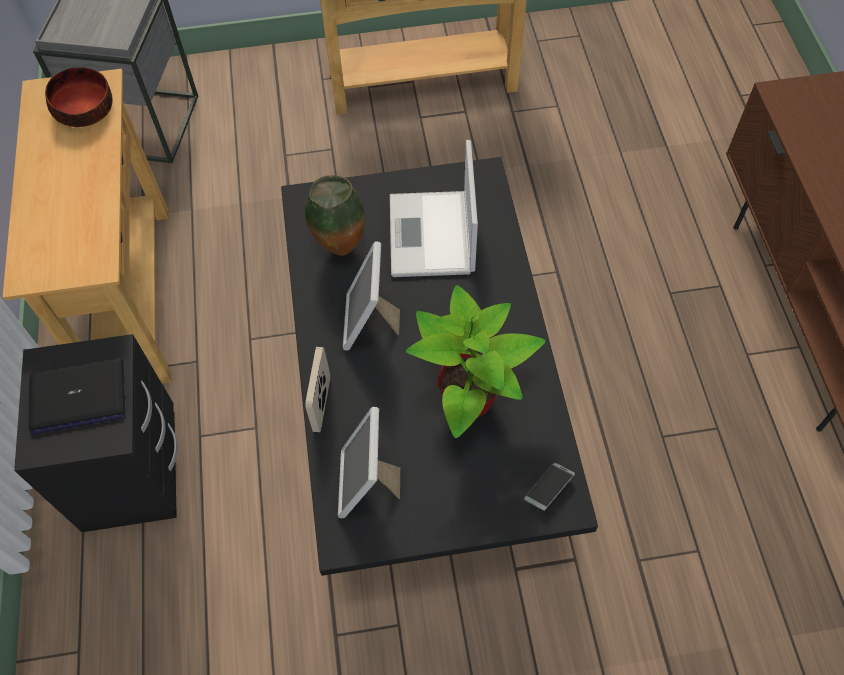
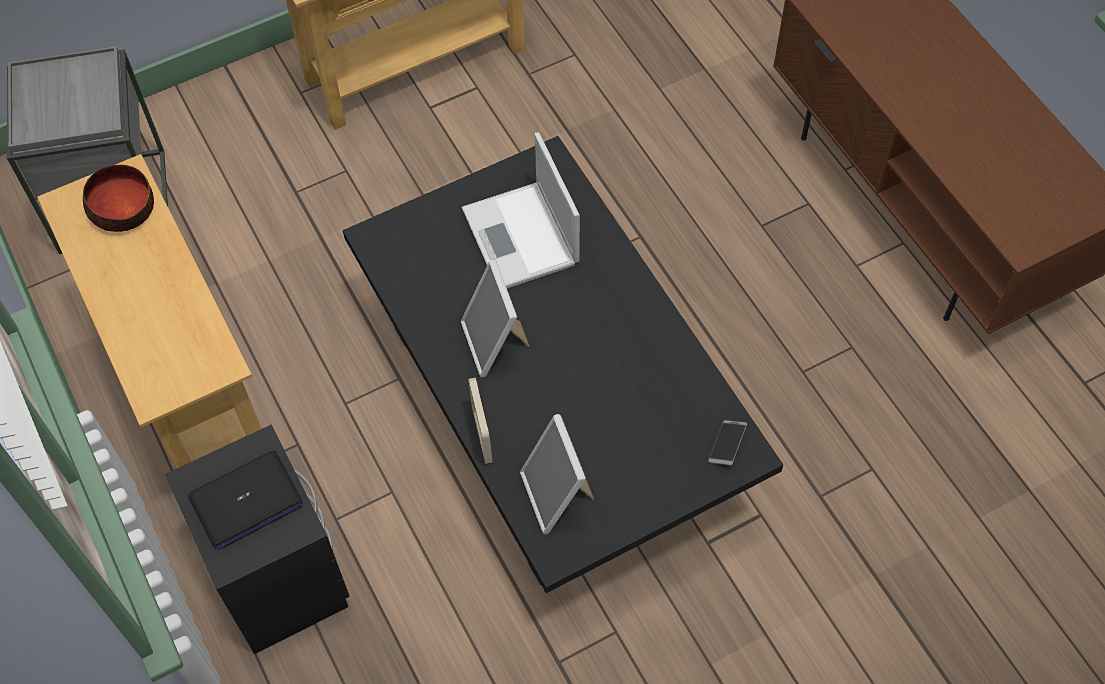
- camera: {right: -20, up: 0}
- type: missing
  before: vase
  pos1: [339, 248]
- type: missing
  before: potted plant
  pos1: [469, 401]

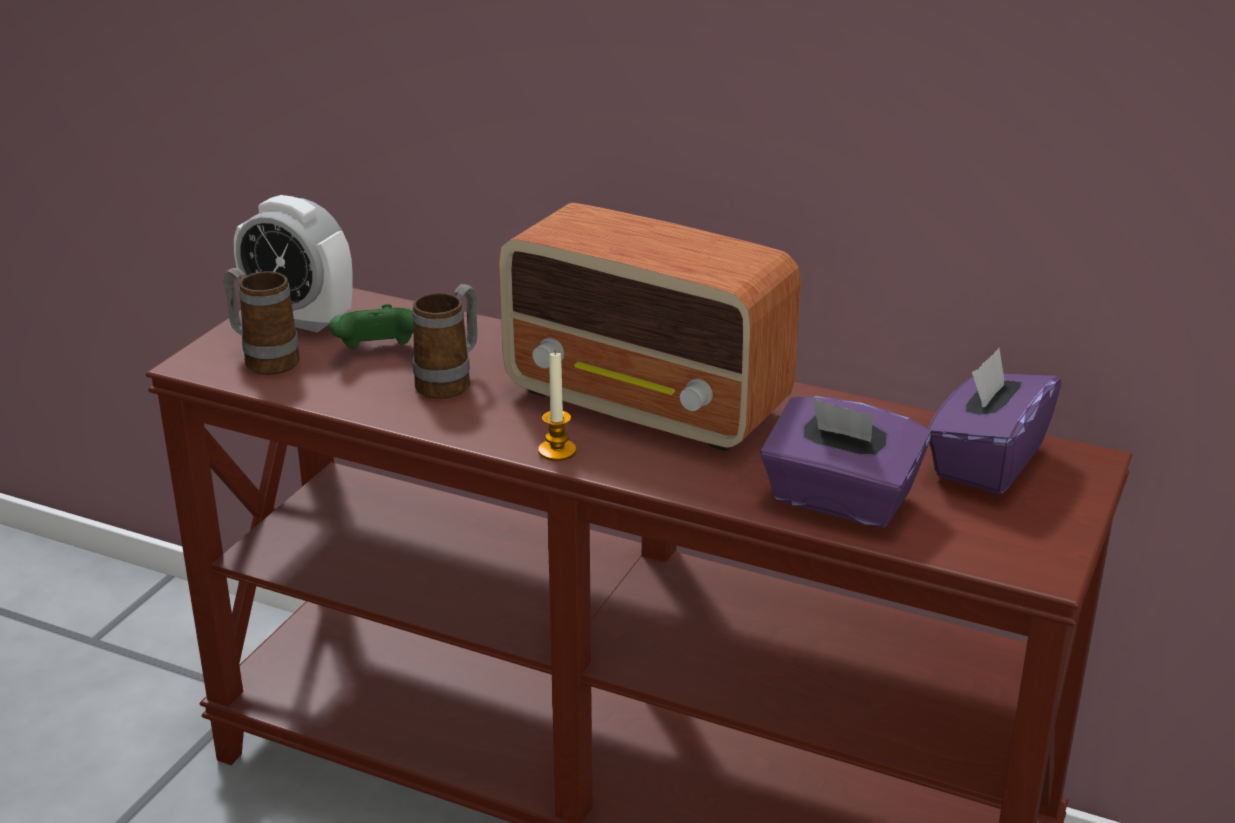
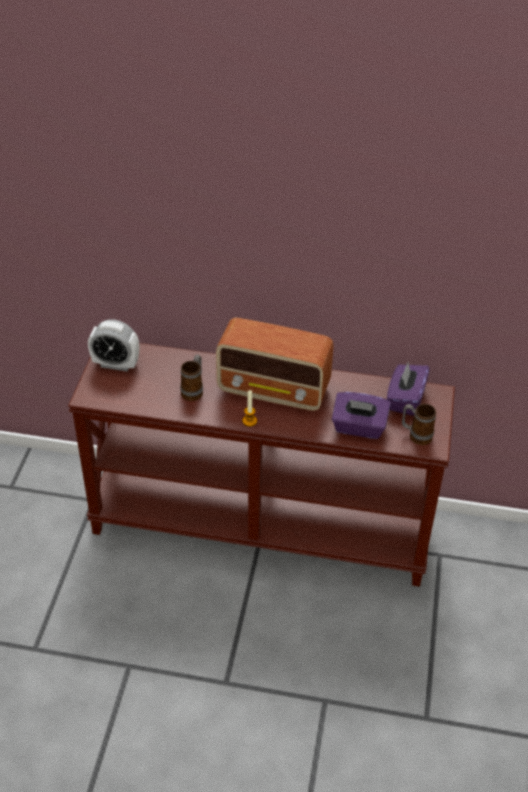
- camera: {right: -15, up: 15}
- type: relocated
  before: mug
  pos1: [264, 359]
  pos2: [416, 436]
- type: missing
  before: game controller in green
  pos1: [379, 352]

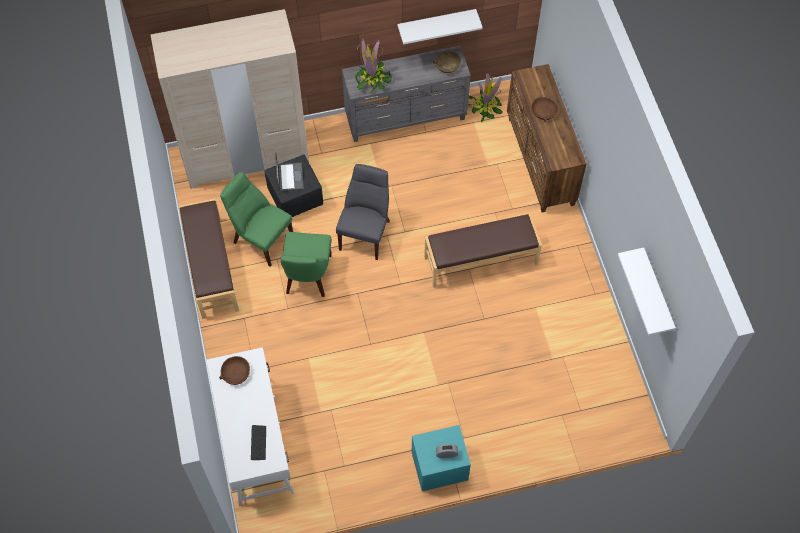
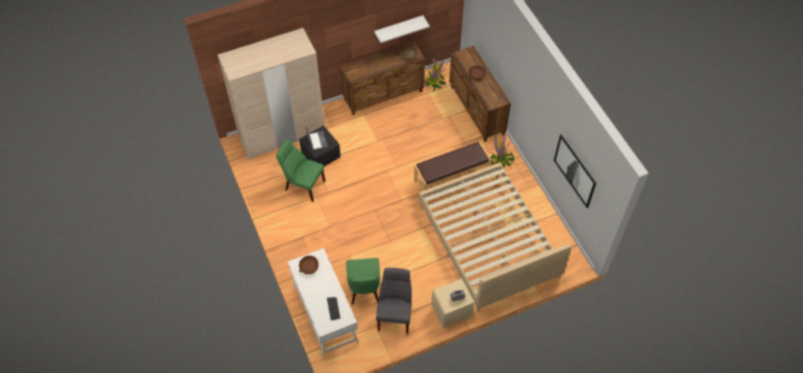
- camera: {right: -10, up: -5}
- type: relocated
  before: potted plant
  pos1: [372, 79]
  pos2: [500, 159]
- type: colour
  before: dresser in grey
  after: dresser in brown
  pos1: [406, 118]
  pos2: [384, 96]
- type: relocated
  before: chair in grey
  pos1: [366, 233]
  pos2: [395, 314]
- type: missing
  before: bench in brown
  pos1: [211, 268]
- type: relocated
  before: chair in green
  pos1: [307, 277]
  pos2: [364, 290]
- type: exchanged
  before: shelf in white
  after: picture
  pos1: [657, 292]
  pos2: [575, 170]
- type: colour
  before: nightstand in turquoise
  after: nightstand in beige
  pos1: [439, 467]
  pos2: [451, 311]
- type: appeared
  after: bed in beige
  pos2: [487, 241]

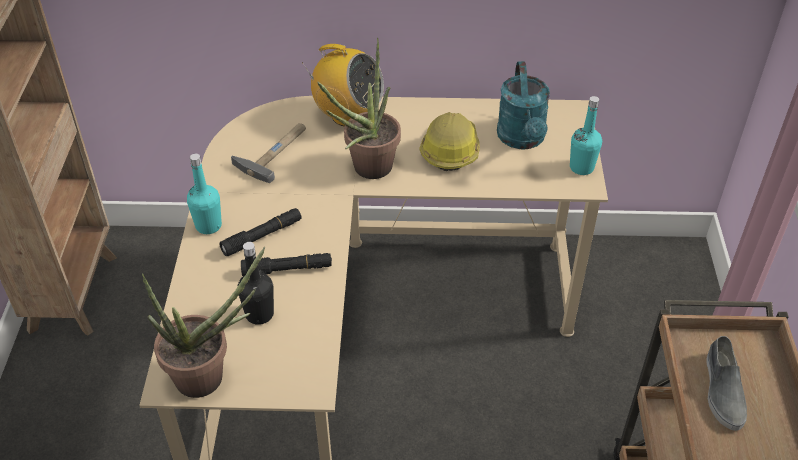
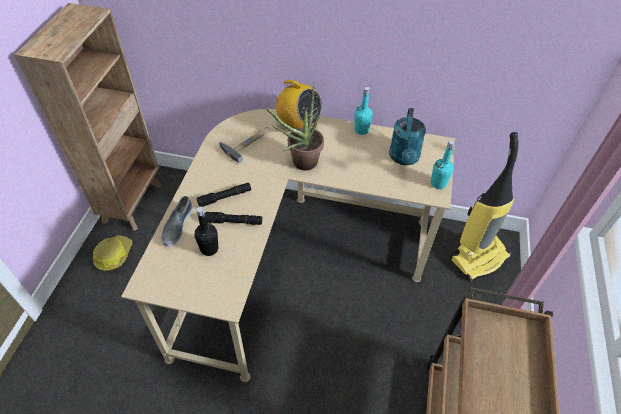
- camera: {right: 10, up: 5}
- type: relocated
  before: hard hat
  pos1: [450, 149]
  pos2: [113, 256]
- type: relocated
  before: bottle in turquoise
  pos1: [208, 226]
  pos2: [361, 130]
- type: missing
  before: potted plant
  pos1: [210, 377]
- type: relocated
  before: shoe in grey
  pos1: [722, 390]
  pos2: [177, 225]
- type: appeared
  after: vacuum cleaner
  pos2: [478, 257]

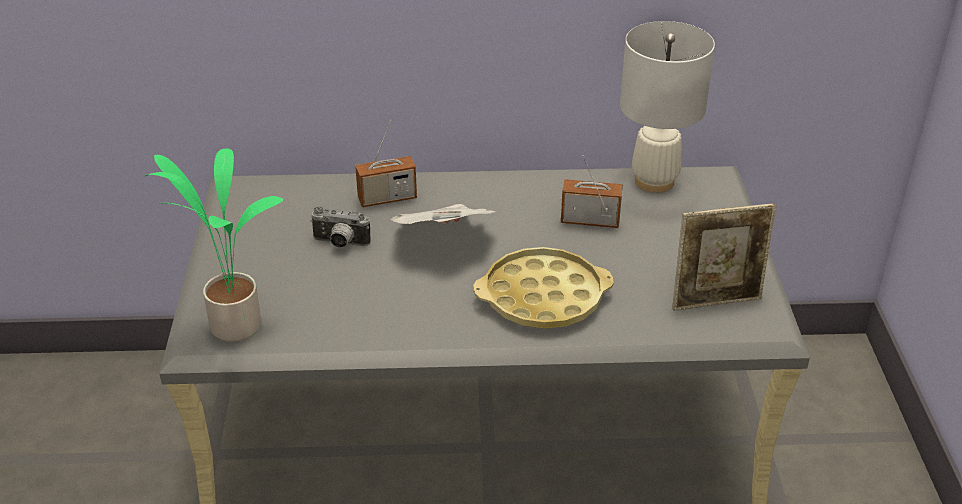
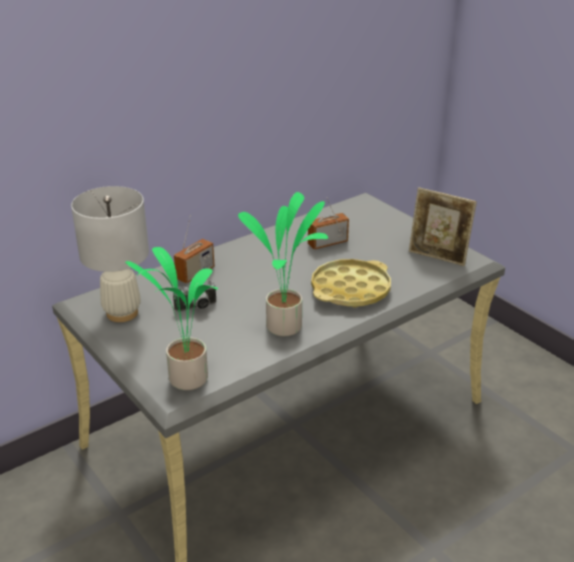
- camera: {right: -35, up: -5}
- type: relocated
  before: table lamp in white
  pos1: [654, 181]
  pos2: [122, 313]
- type: spun
  before: picture frame
  pos1: [716, 301]
  pos2: [438, 257]
  turn: 75
- type: missing
  before: newspaper
  pos1: [444, 237]
- type: appeared
  after: potted plant
  pos2: [286, 326]

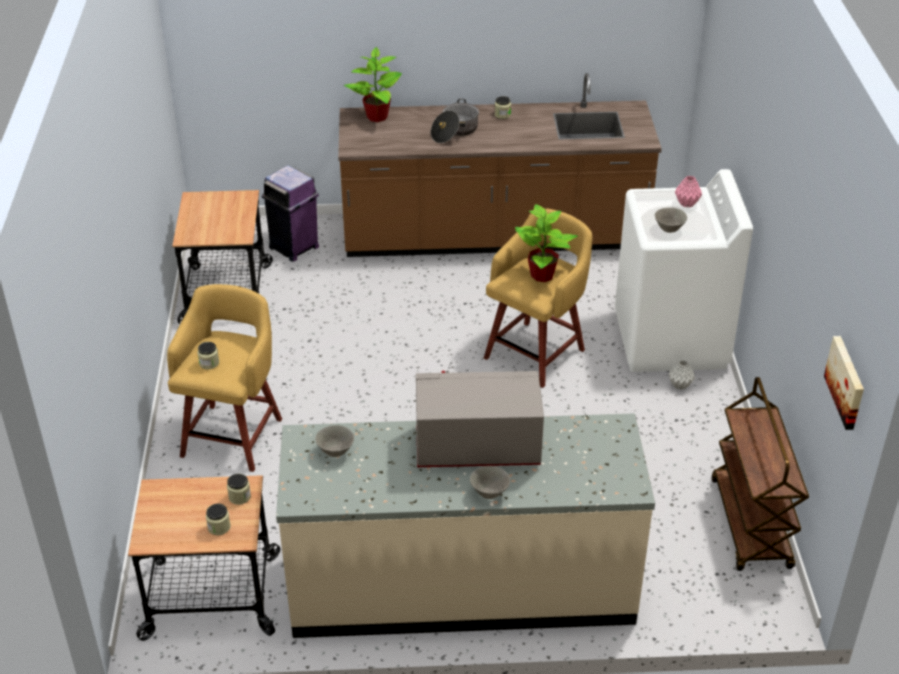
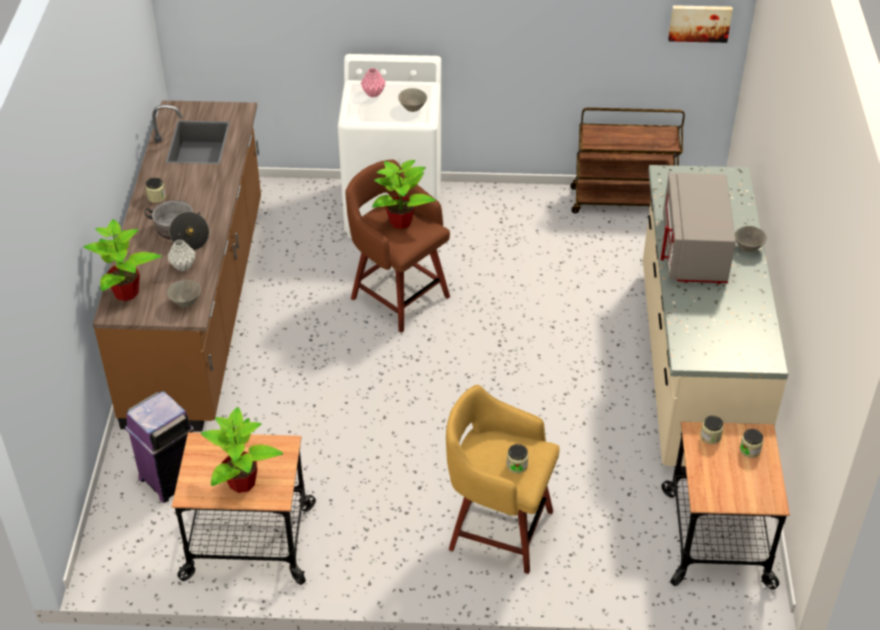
- camera: {right: -85, up: 5}
- type: colour
  before: stool in yellow
  after: stool in brown
  pos1: [537, 352]
  pos2: [398, 295]
- type: relocated
  before: vase in grey
  pos1: [680, 385]
  pos2: [183, 266]
- type: relocated
  before: bowl in grey
  pos1: [336, 452]
  pos2: [185, 303]
- type: appeared
  after: potted plant
  pos2: [242, 483]

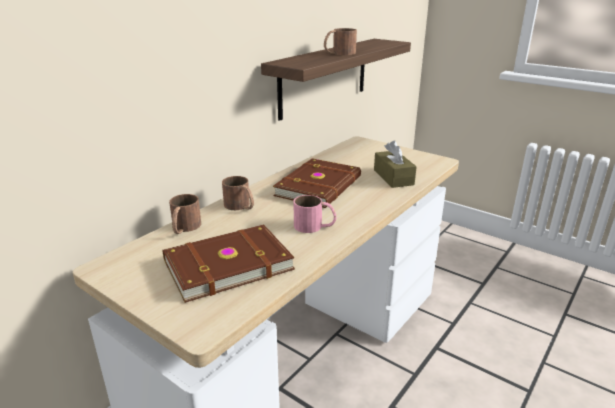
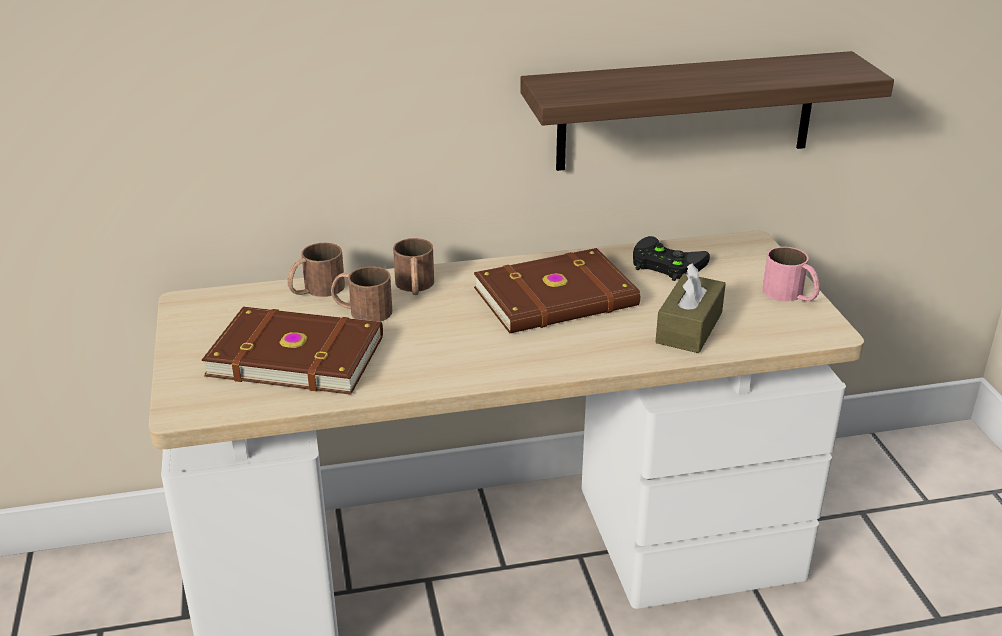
- camera: {right: 40, up: 5}
- type: relocated
  before: mug in brown
  pos1: [339, 53]
  pos2: [361, 310]
- type: relocated
  before: mug in pink
  pos1: [315, 226]
  pos2: [790, 295]
- type: appeared
  after: game controller in black
  pos2: [664, 263]

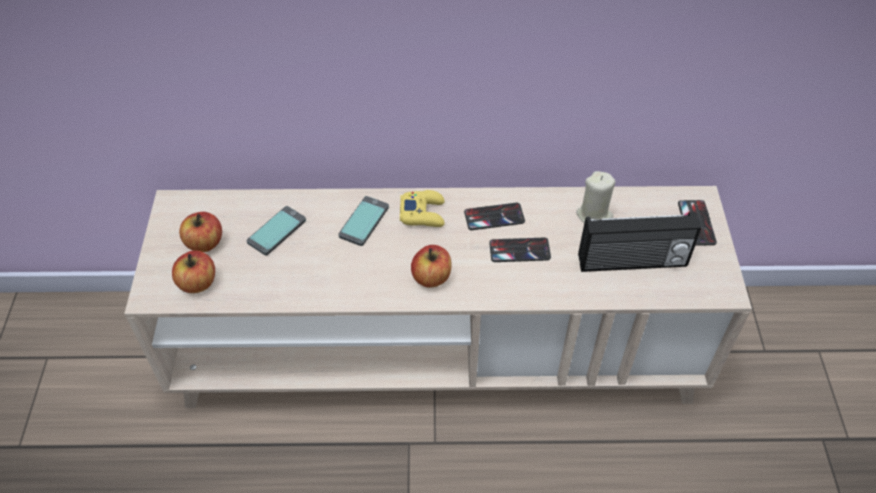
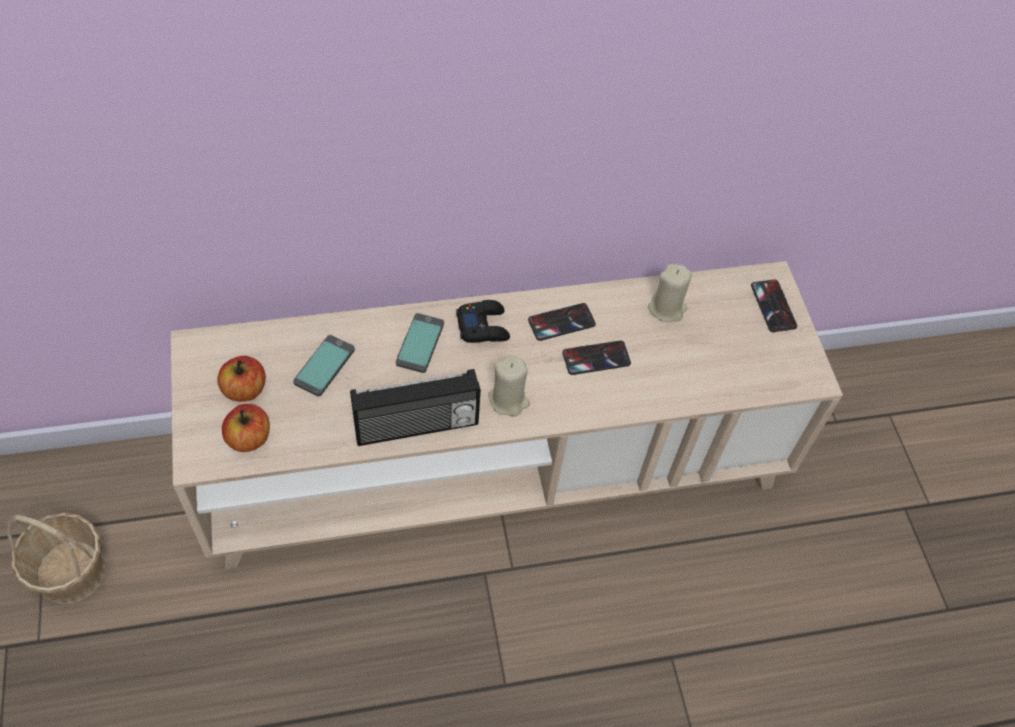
- camera: {right: -15, up: 5}
- type: colour
  before: game controller in yellow
  after: game controller in black
  pos1: [423, 213]
  pos2: [483, 326]
- type: relocated
  before: radio
  pos1: [632, 262]
  pos2: [416, 427]
- type: exchanged
  before: apple
  after: candle in beige
  pos1: [431, 277]
  pos2: [508, 400]
- type: appeared
  after: basket
  pos2: [71, 572]

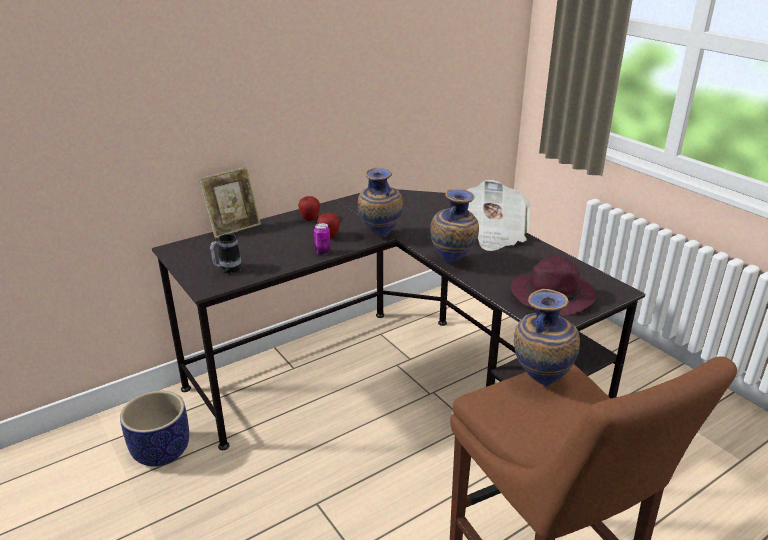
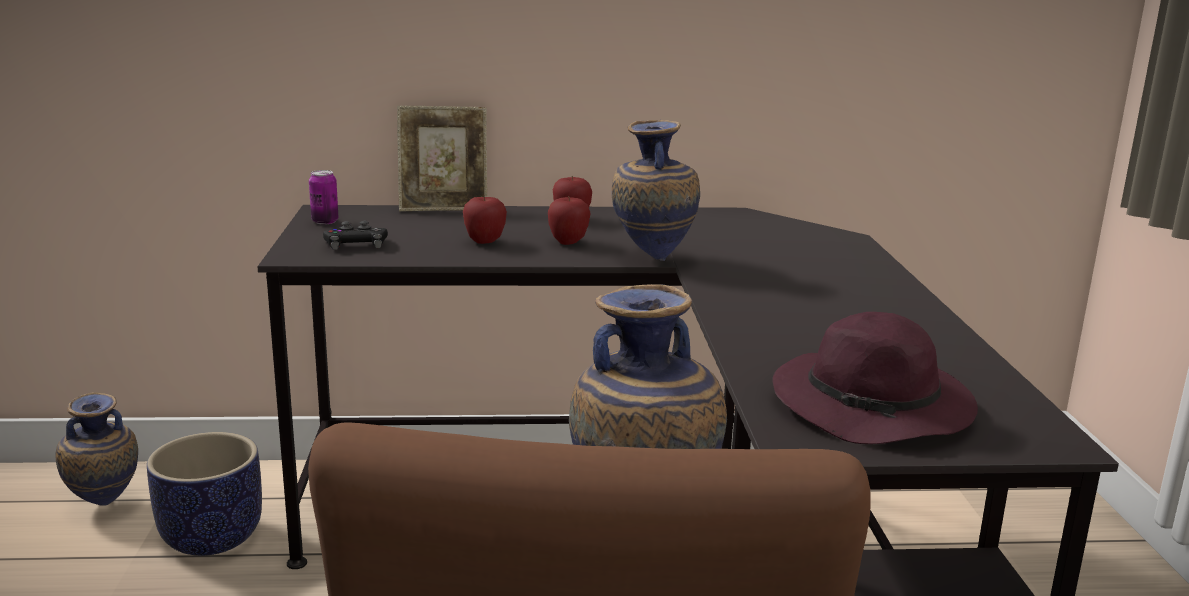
- camera: {right: 30, up: -10}
- type: missing
  before: newspaper
  pos1: [493, 234]
- type: relocated
  before: vase
  pos1: [453, 263]
  pos2: [104, 507]
- type: relocated
  before: can
  pos1: [322, 252]
  pos2: [325, 221]
- type: exchanged
  before: mug
  after: game controller in black
  pos1: [227, 270]
  pos2: [356, 245]
- type: appeared
  after: apple
  pos2: [484, 242]

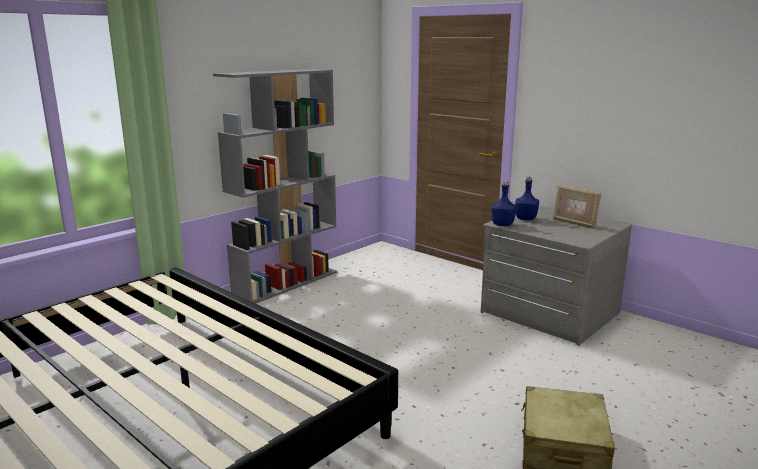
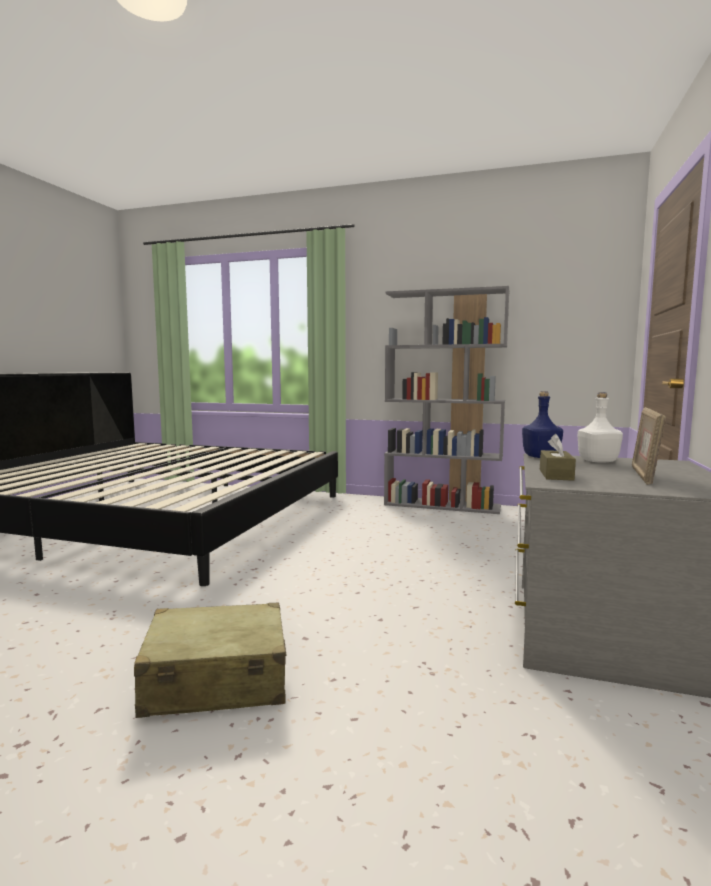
- camera: {right: 65, up: -10}
- type: colour
  before: bottle in blue
  after: bottle in white
  pos1: [525, 218]
  pos2: [598, 461]
- type: appeared
  after: tissue box in brown
  pos2: [556, 475]

